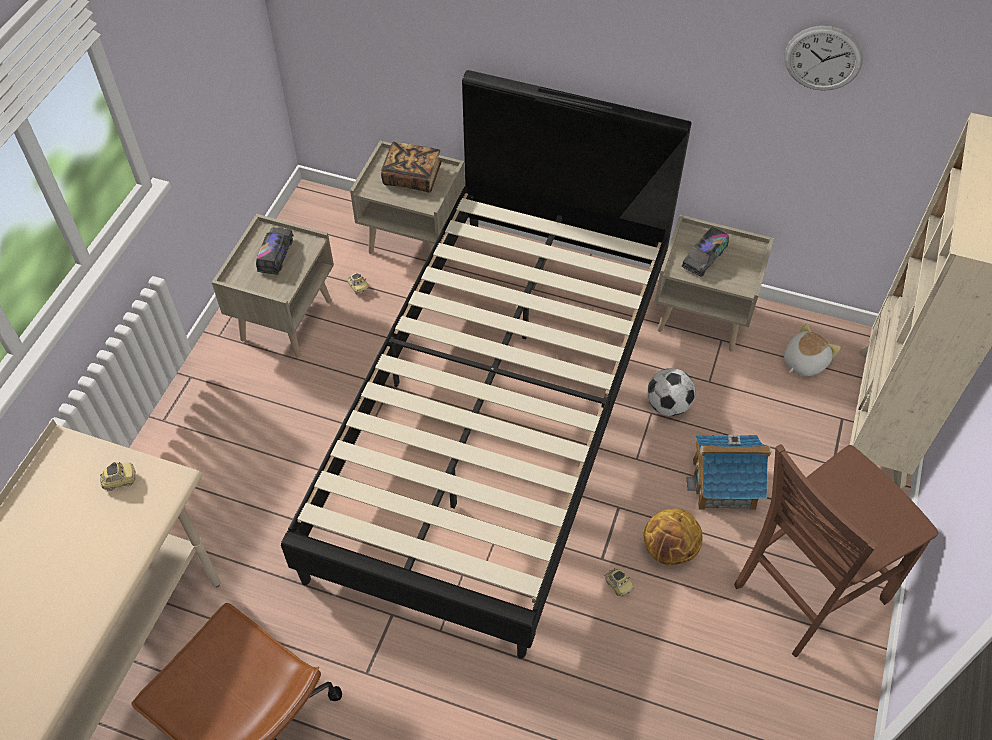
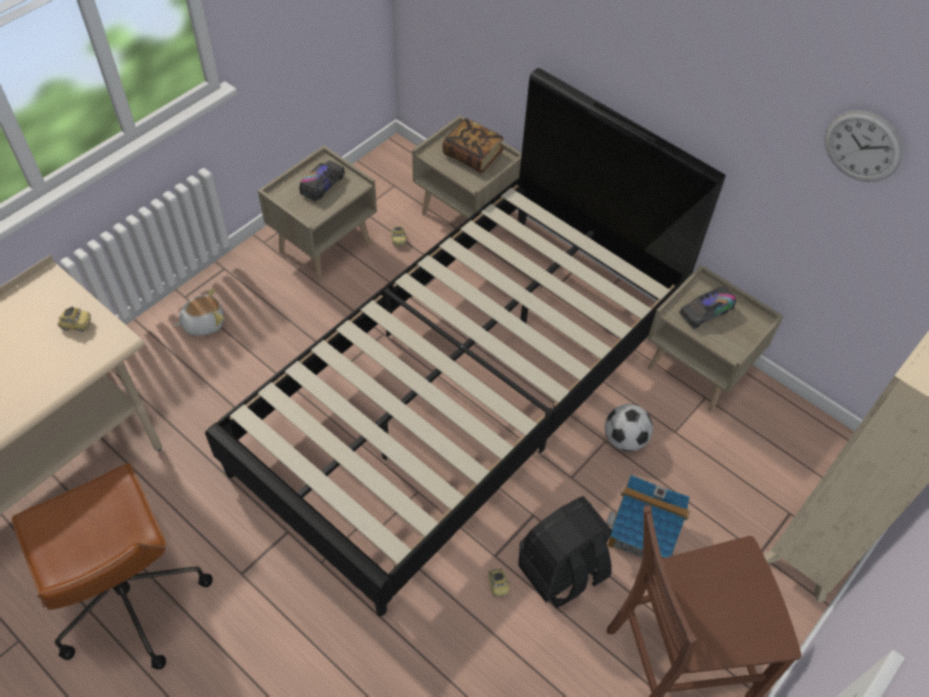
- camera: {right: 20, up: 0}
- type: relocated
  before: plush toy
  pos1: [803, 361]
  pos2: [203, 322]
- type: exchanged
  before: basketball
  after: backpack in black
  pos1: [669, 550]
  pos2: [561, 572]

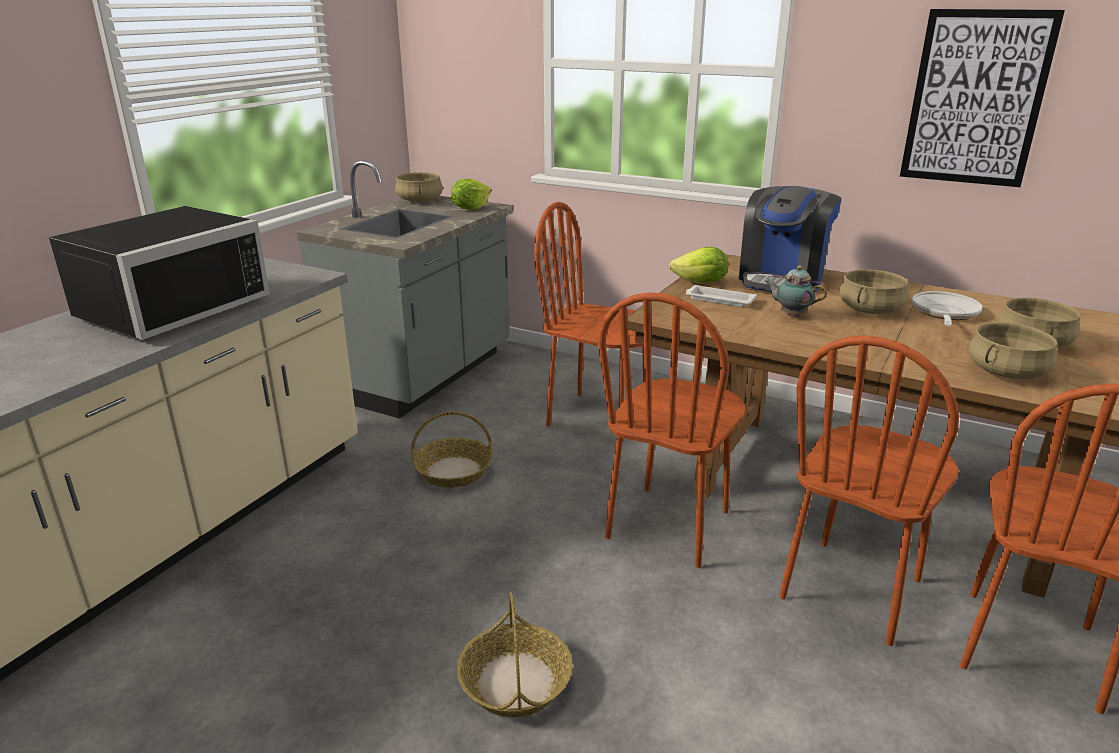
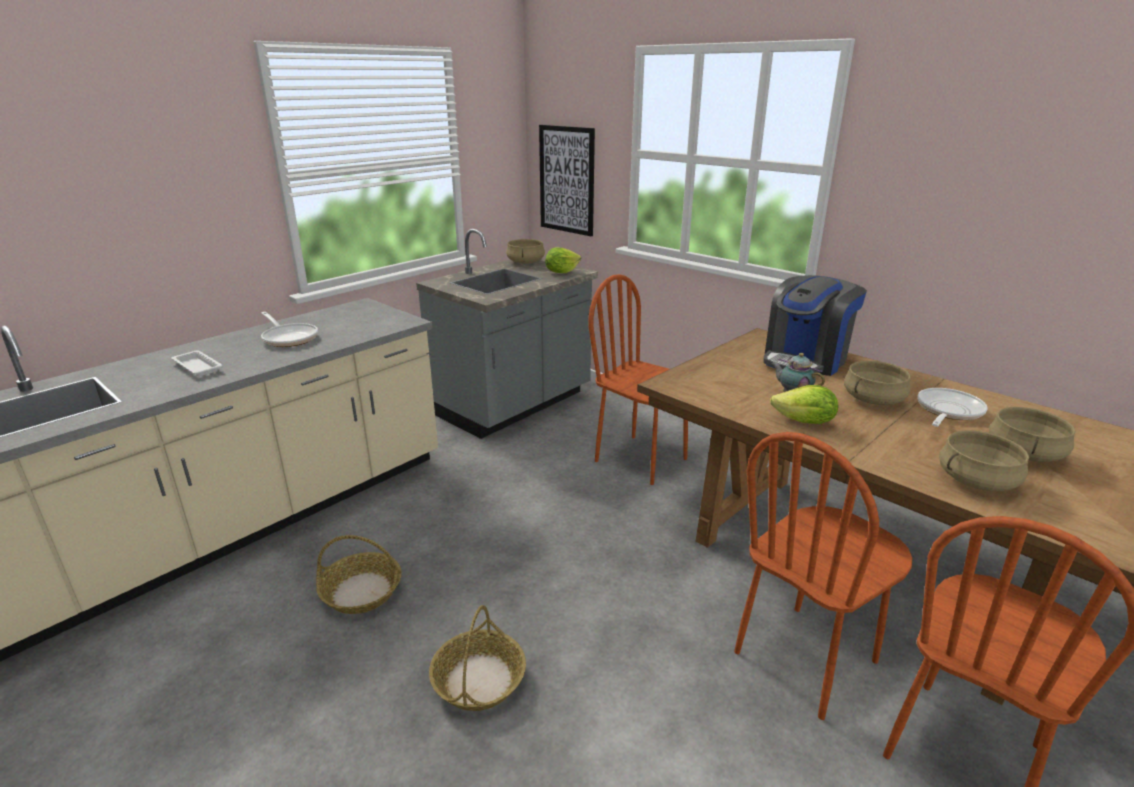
- camera: {right: 15, up: 0}
- type: relocated
  before: picture
  pos1: [976, 98]
  pos2: [567, 180]
- type: exchanged
  before: microwave in black
  after: frying pan
  pos1: [168, 307]
  pos2: [289, 338]
- type: relocated
  before: lettuce
  pos1: [701, 282]
  pos2: [804, 422]
- type: relocated
  before: tray in white
  pos1: [719, 300]
  pos2: [197, 366]
- type: missing
  before: chair in brown
  pos1: [669, 525]
- type: relocated
  before: basket
  pos1: [453, 471]
  pos2: [361, 592]

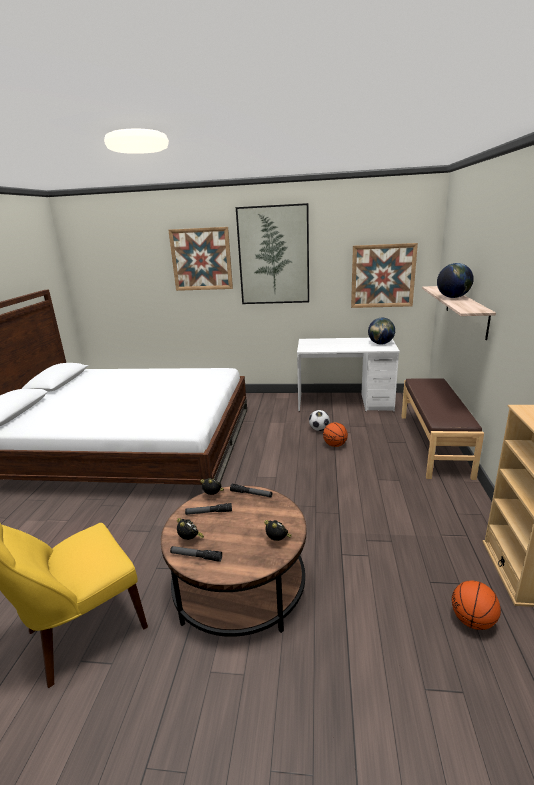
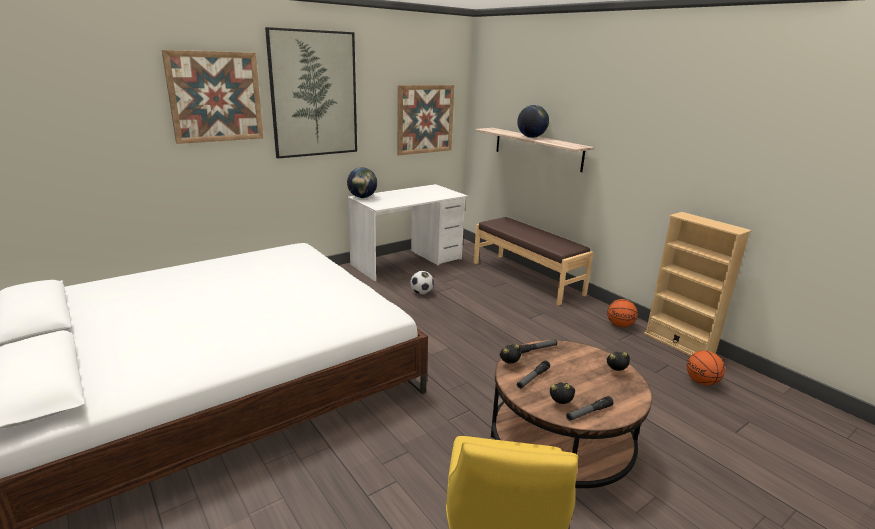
- camera: {right: -45, up: 0}
- type: relocated
  before: globe
  pos1: [380, 344]
  pos2: [362, 197]
- type: relocated
  before: basketball
  pos1: [335, 445]
  pos2: [620, 325]

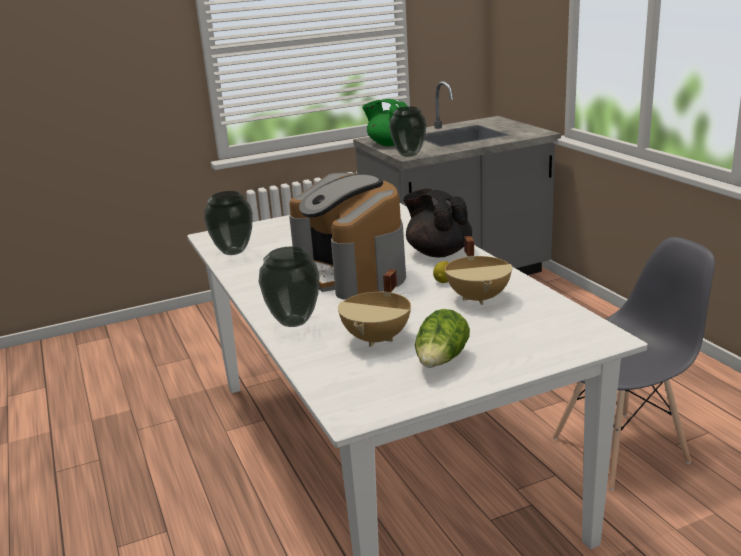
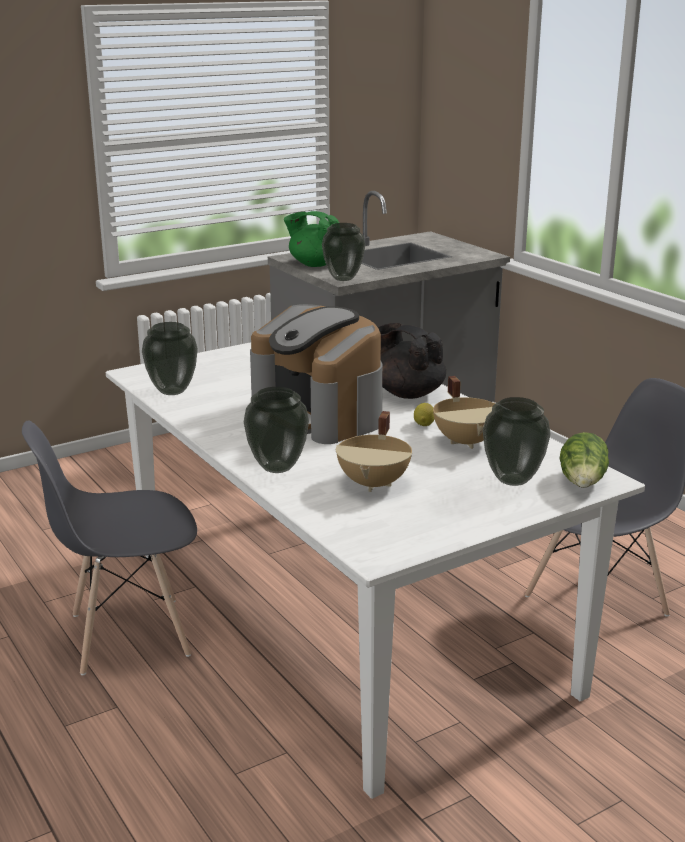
- camera: {right: -10, up: 0}
- type: relocated
  before: lettuce
  pos1: [441, 361]
  pos2: [583, 483]
- type: appeared
  after: vase
  pos2: [514, 480]
- type: appeared
  after: chair in grey
  pos2: [128, 635]

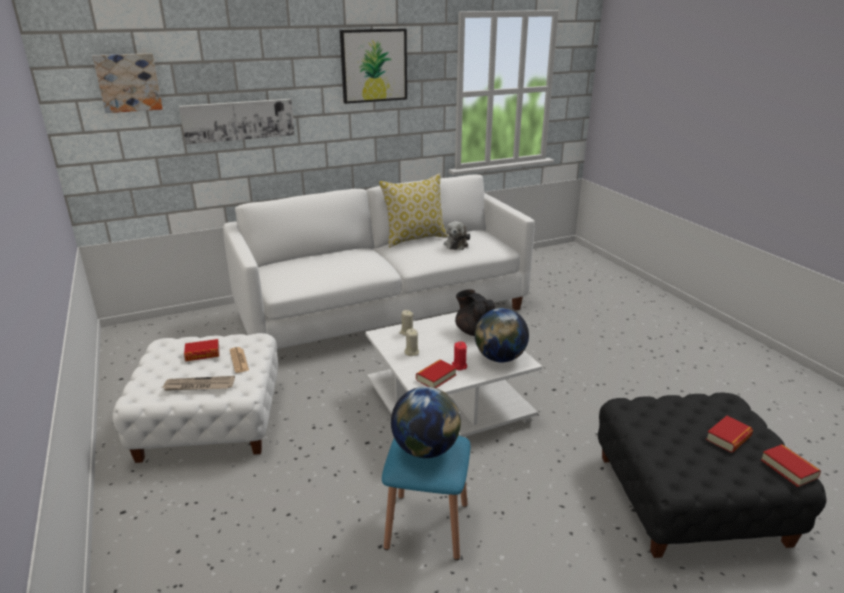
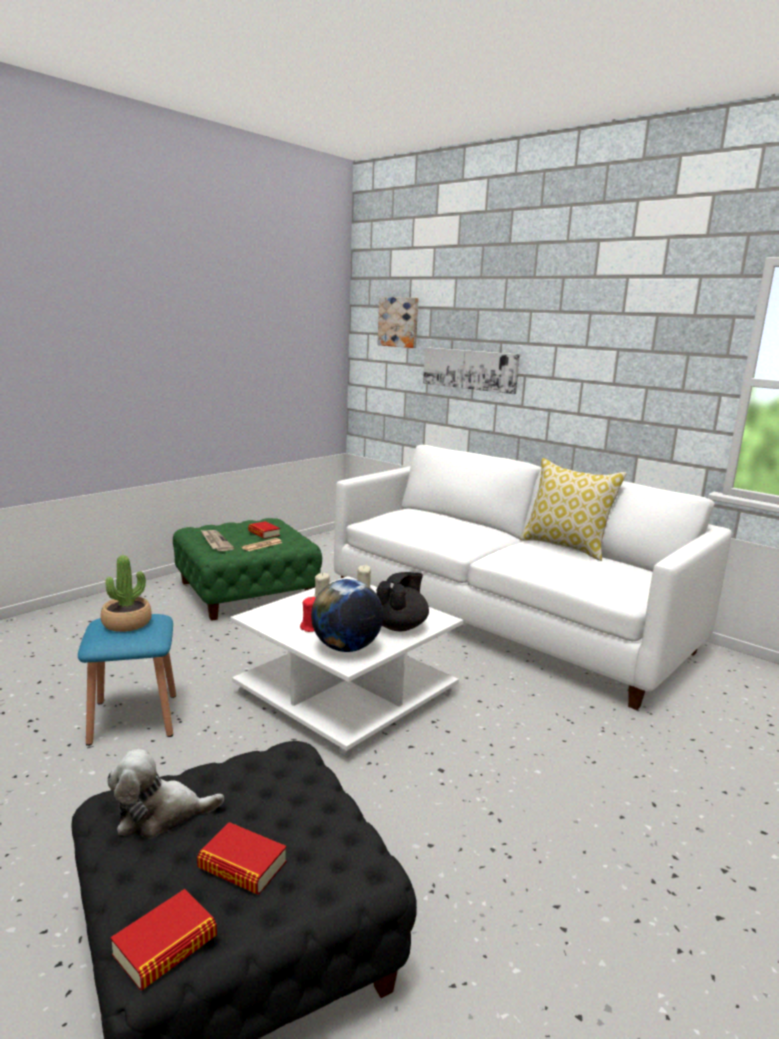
- camera: {right: 65, up: -10}
- type: missing
  before: picture
  pos1: [374, 65]
- type: relocated
  before: plush toy
  pos1: [456, 244]
  pos2: [160, 815]
- type: colour
  before: ottoman in white
  after: ottoman in green
  pos1: [210, 420]
  pos2: [246, 591]
- type: missing
  before: book
  pos1: [436, 377]
- type: exchanged
  before: globe
  after: potted plant
  pos1: [425, 449]
  pos2: [127, 623]

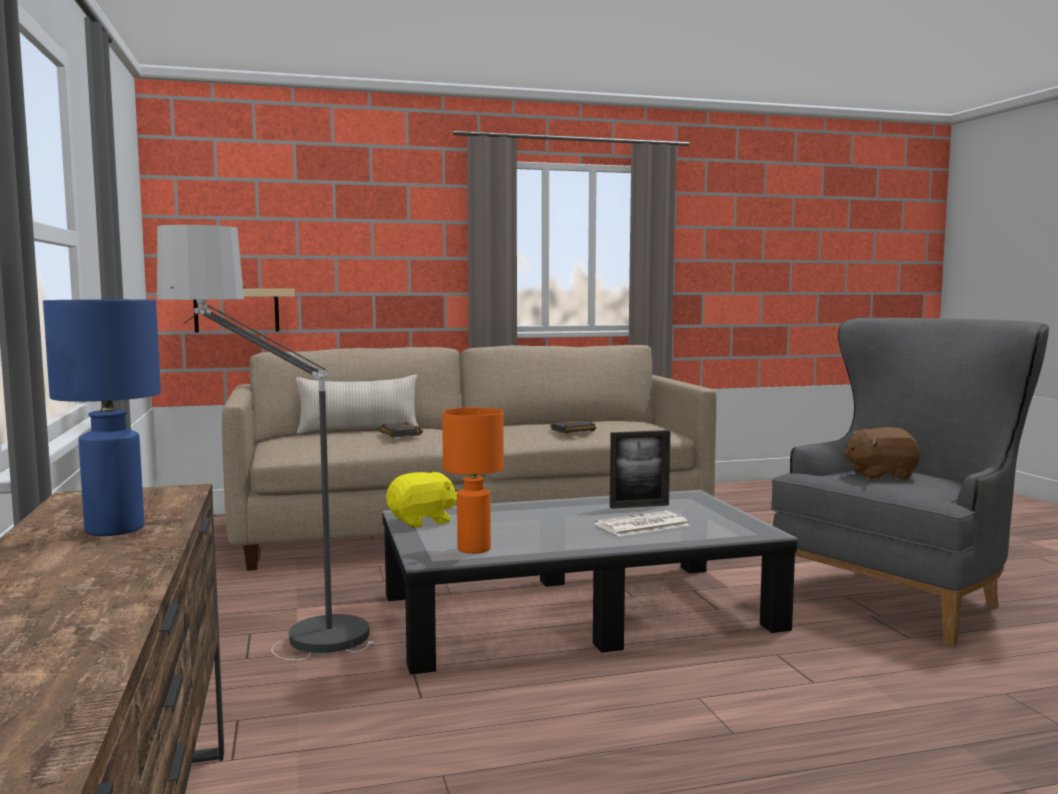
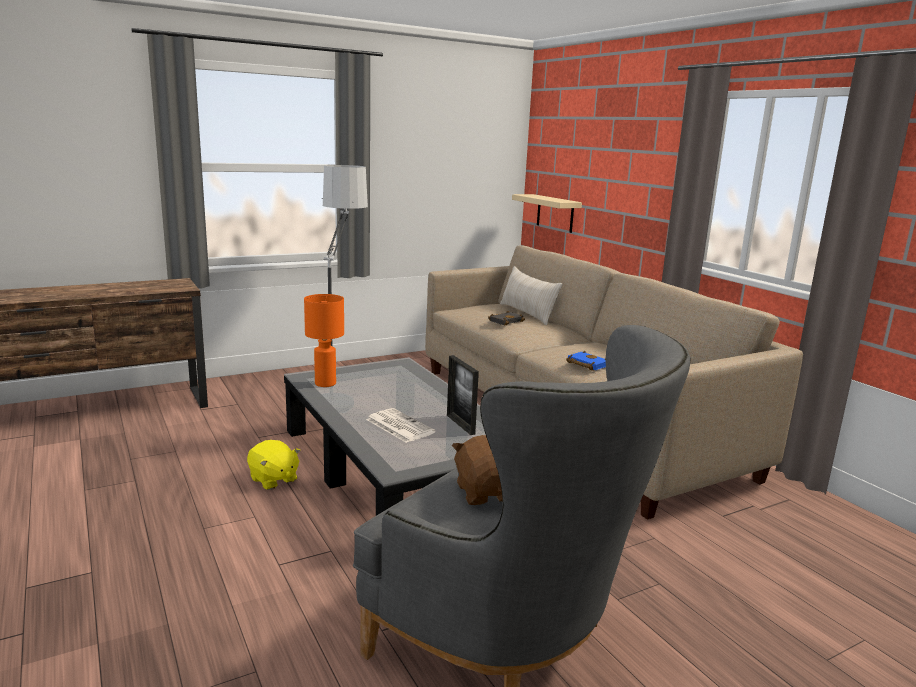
- camera: {right: 75, up: 10}
- type: missing
  before: table lamp in blue
  pos1: [113, 529]
- type: colour
  before: book in black
  after: book in blue
  pos1: [572, 431]
  pos2: [586, 364]
- type: relocated
  before: plush toy in yellow
  pos1: [422, 521]
  pos2: [273, 479]

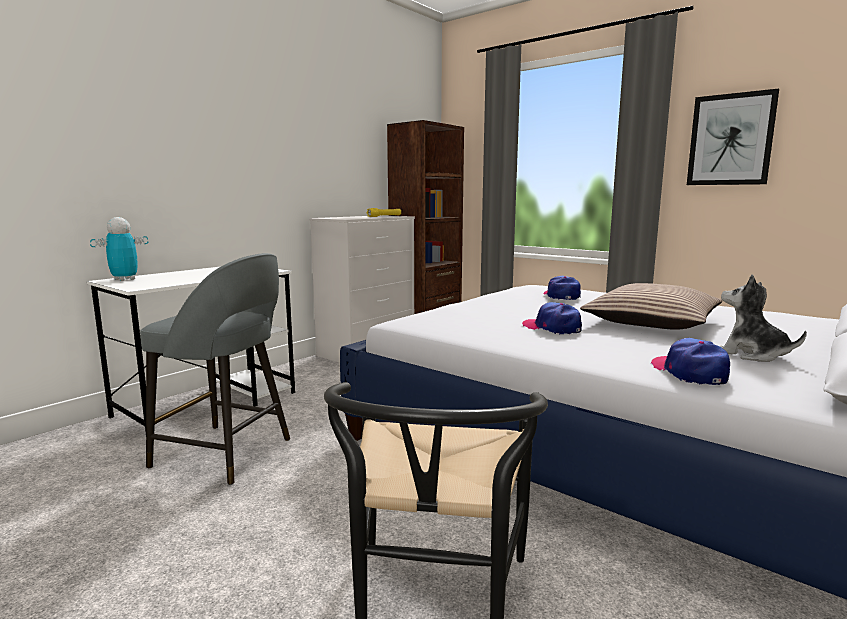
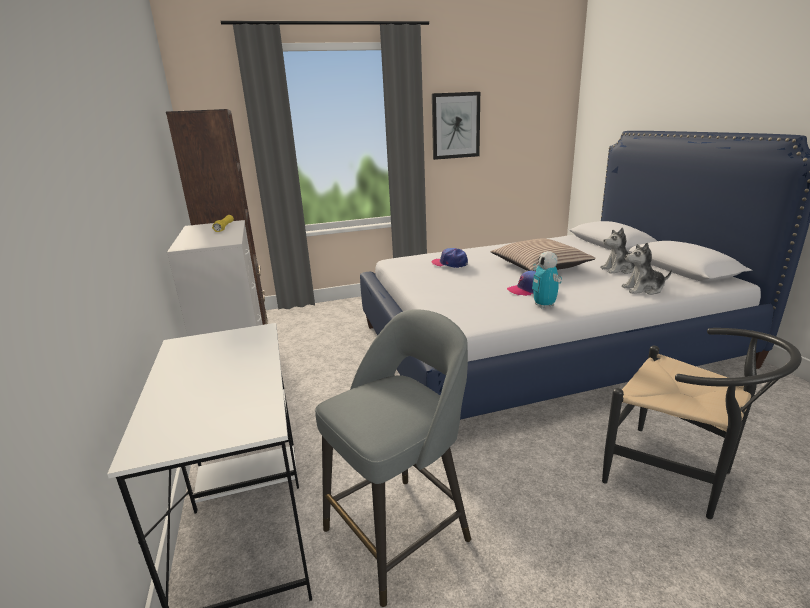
- camera: {right: -55, up: 10}
- type: relocated
  before: toy robot
  pos1: [124, 279]
  pos2: [544, 306]
- type: exchanged
  before: cap
  after: plush toy
  pos1: [689, 372]
  pos2: [643, 289]

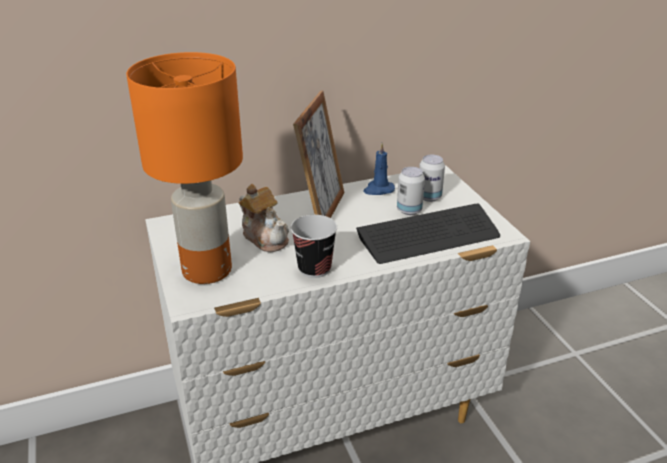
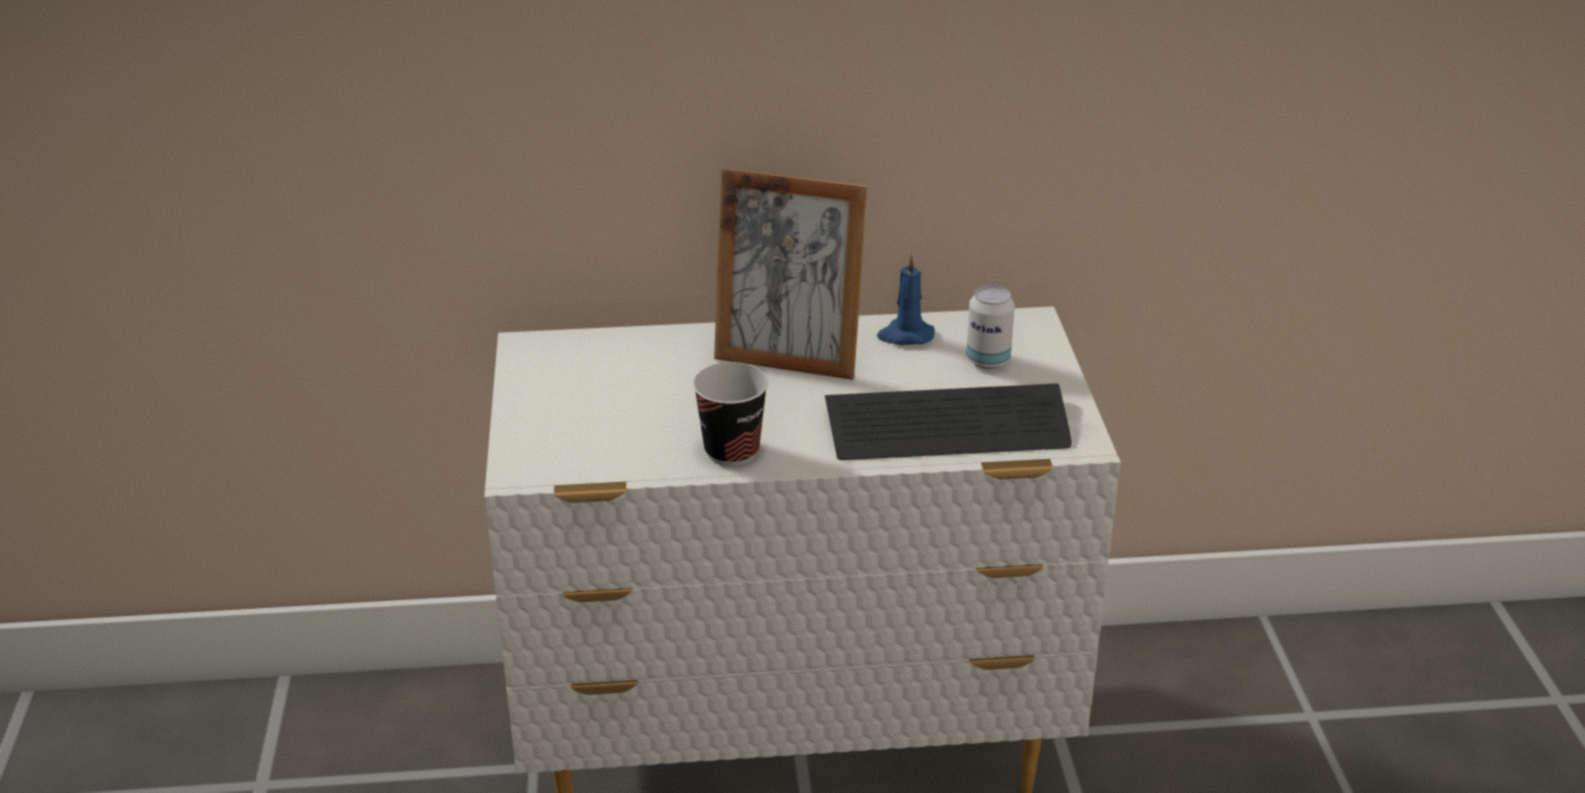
- camera: {right: 15, up: 0}
- type: missing
  before: table lamp in orange
  pos1: [207, 271]
- type: spun
  before: picture frame
  pos1: [321, 211]
  pos2: [788, 359]
  turn: 75
- type: missing
  before: can
  pos1: [409, 210]
- type: missing
  before: teapot
  pos1: [265, 237]

